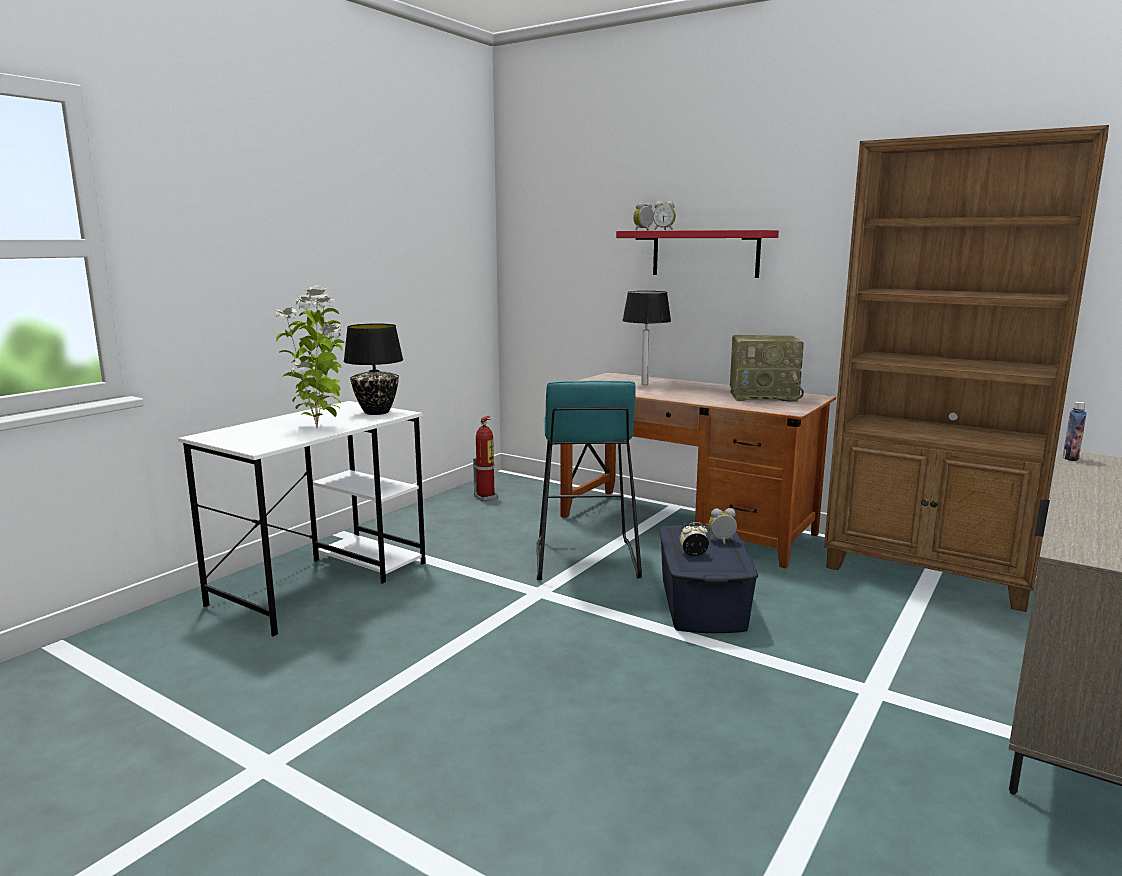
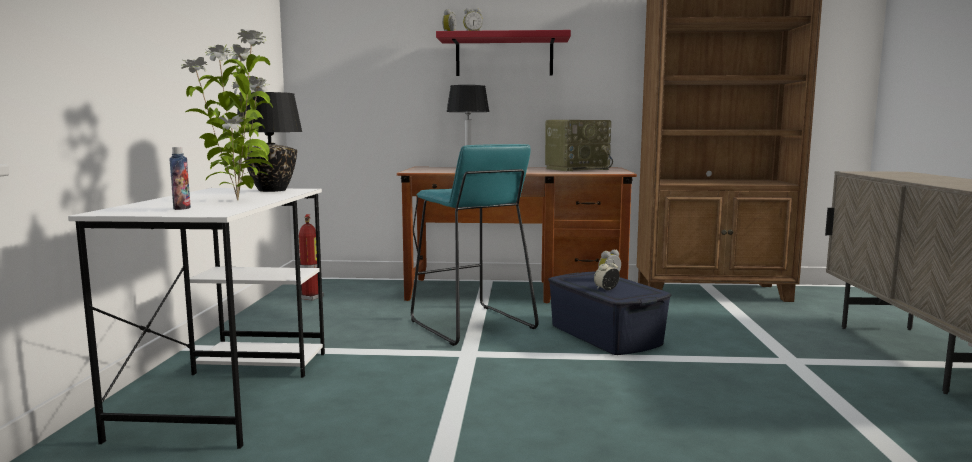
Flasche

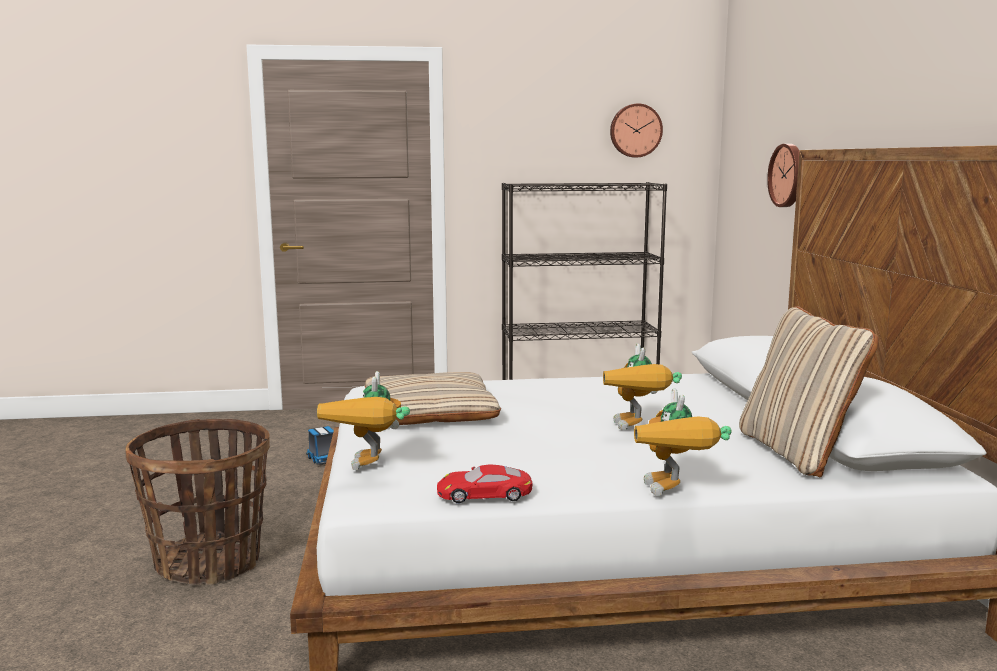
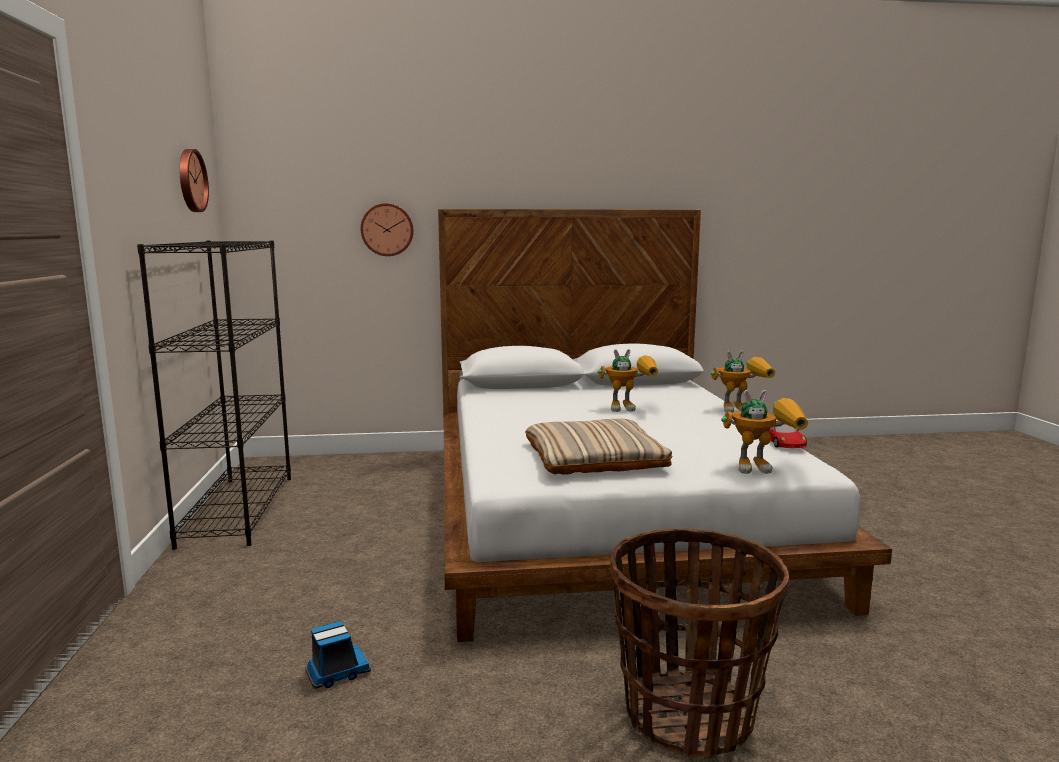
Kissen/beige (no. 2 from left in the first image)

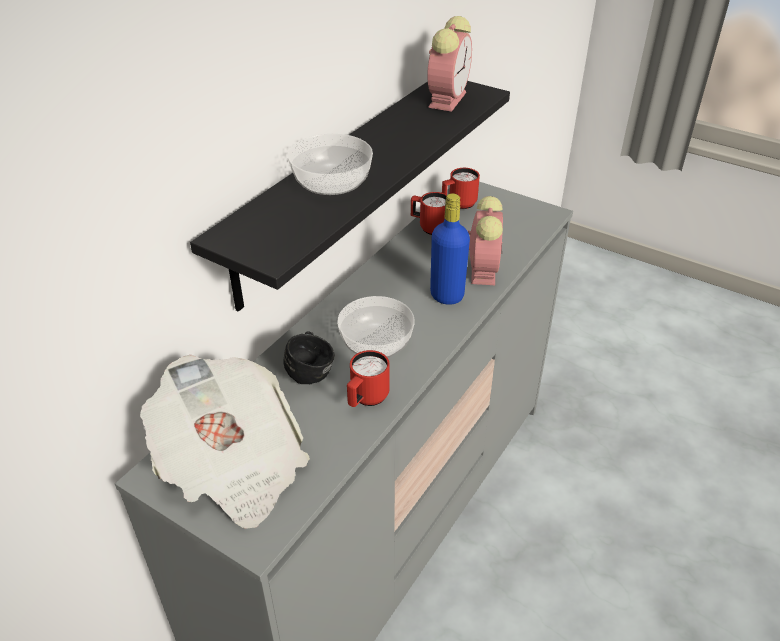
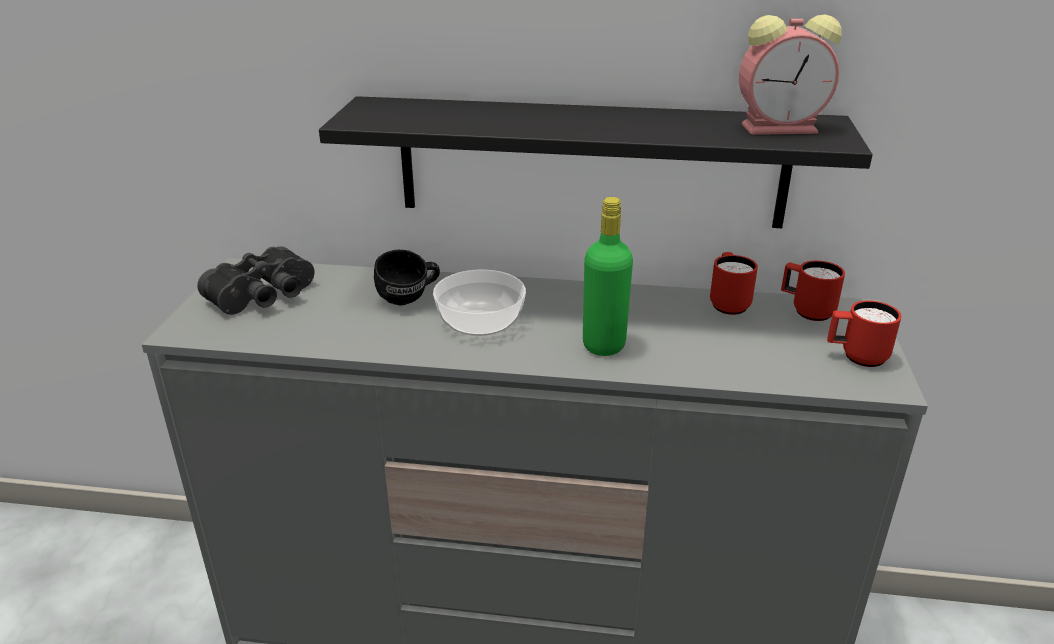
Schüssel (no. 1 from left in the first image)
Flasche/grün
Wecker (no. 2 from left in the first image)
Henkelbecher/rot (no. 3 from left)
Fernglas/schwarz

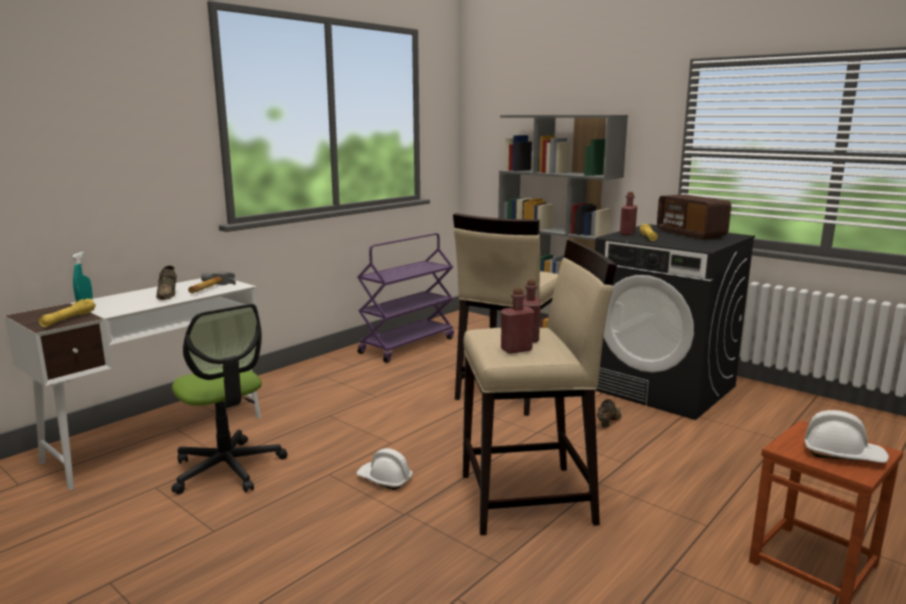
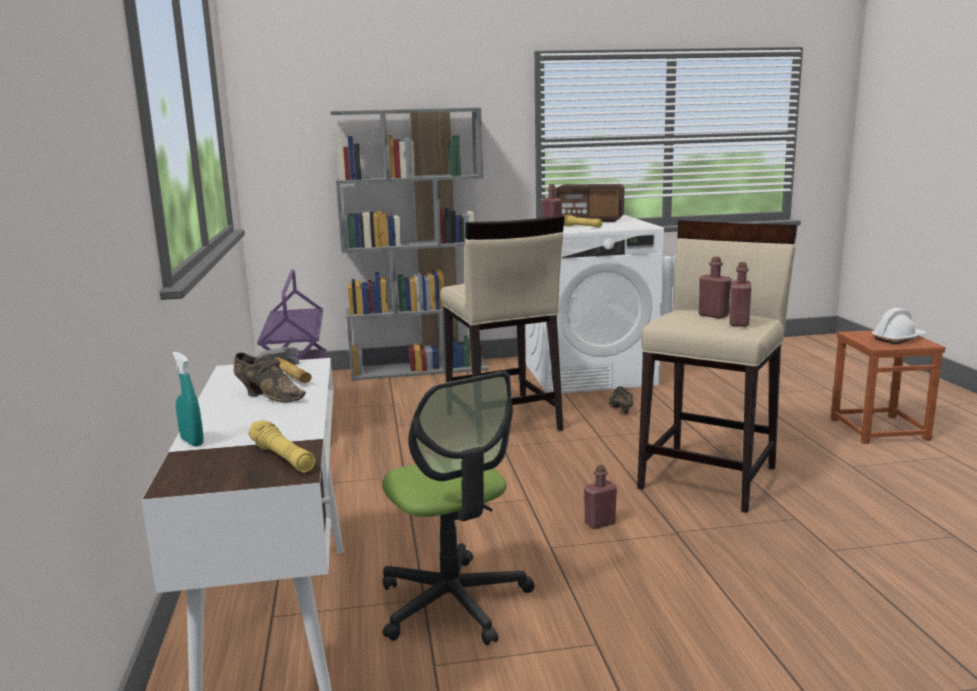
Waschmaschine/weiß
Bürostuhl
Flasche/rot (no. 2 from left)

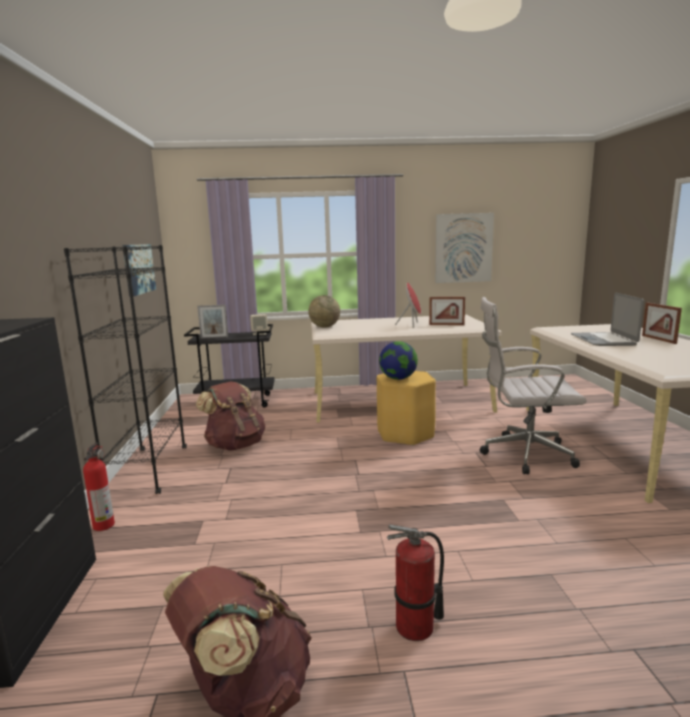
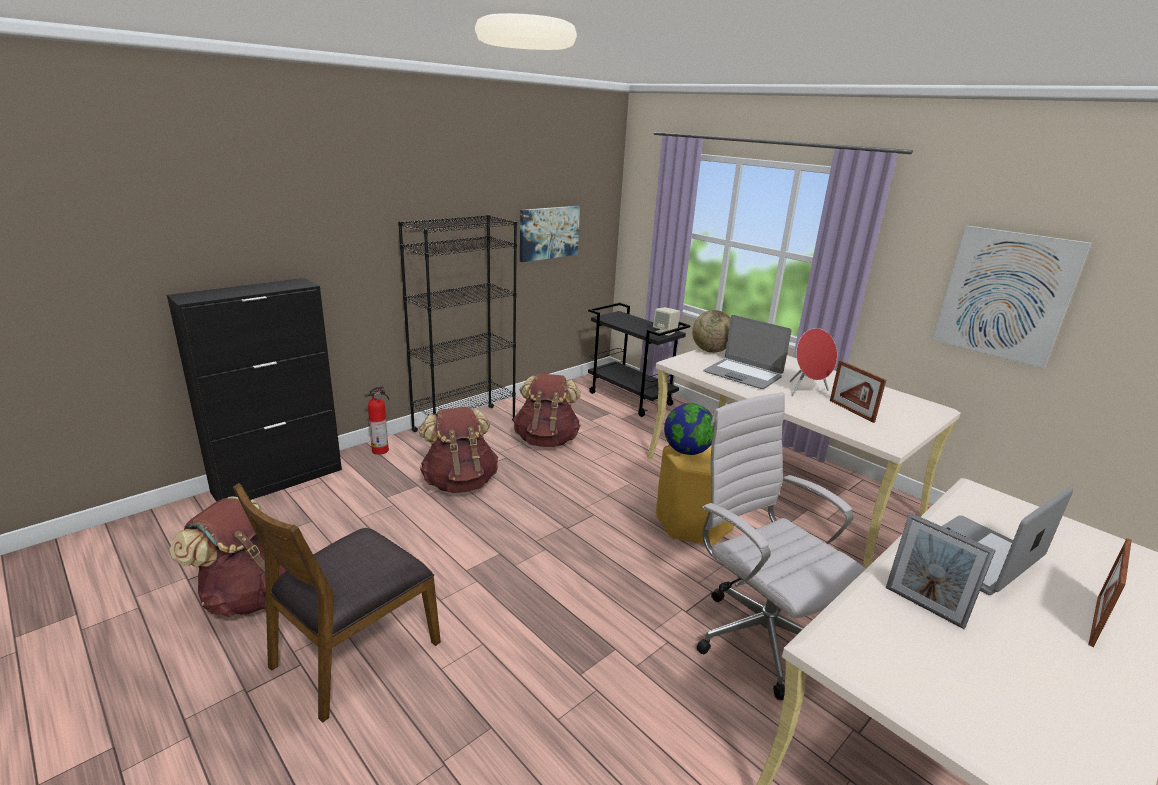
Bilderrahmen (no. 2 from left)
Stuhl/braun
Laptop (no. 1 from left)
Rucksack/braun (no. 2 from left)

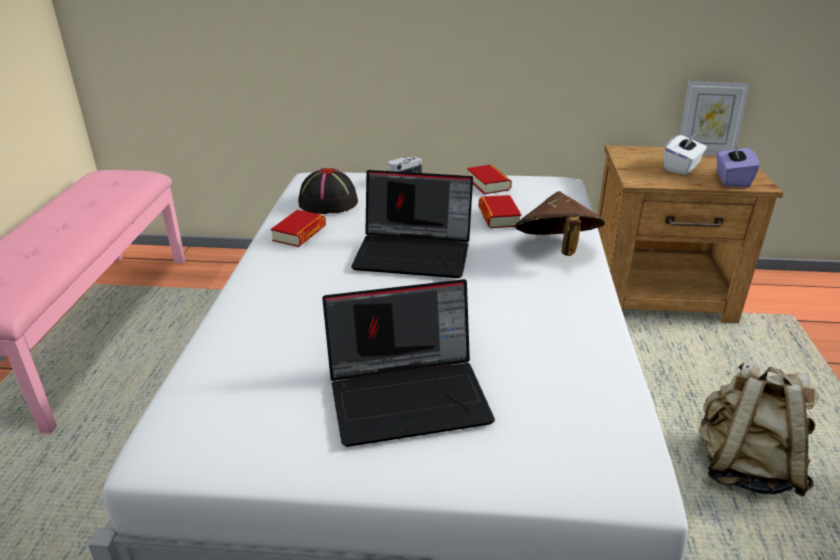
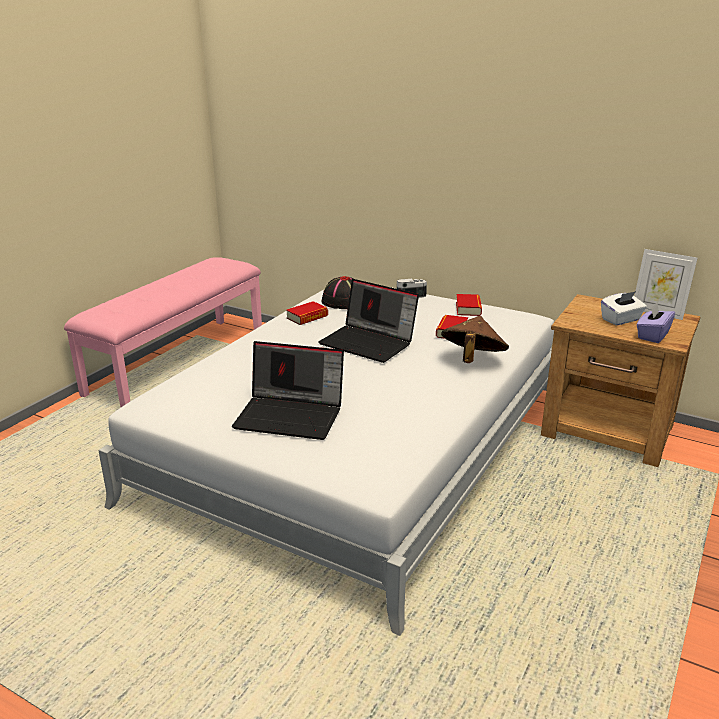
Rucksack/beige

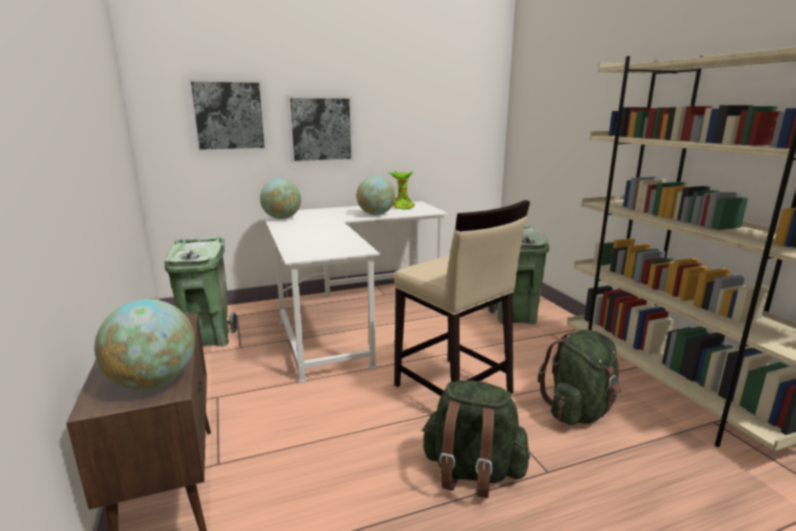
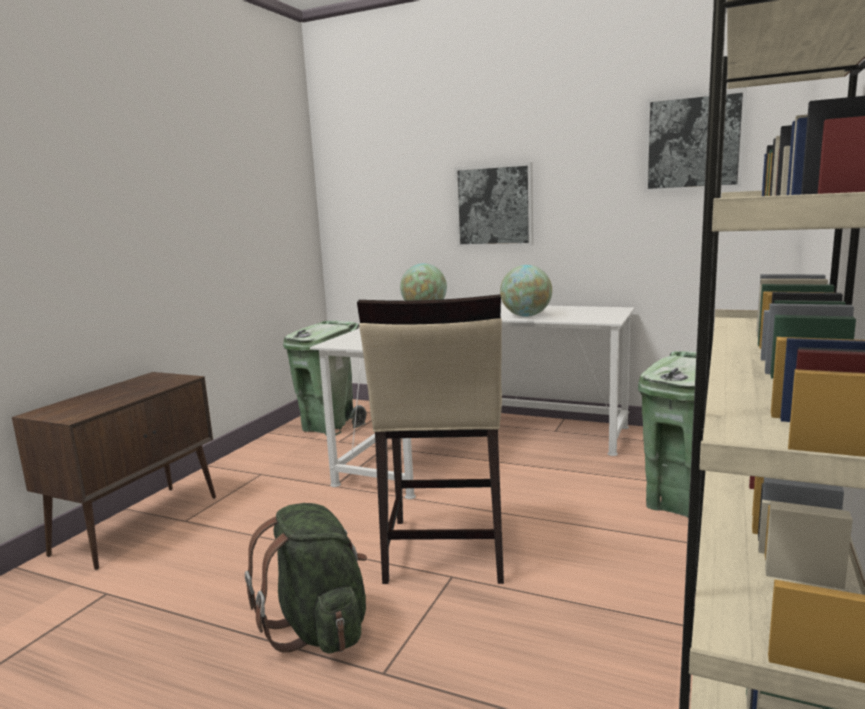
Bild (no. 2 from left)
Topfpflanze
Globus (no. 1 from left in the first image)
Rucksack/grün (no. 2 from left in the first image)

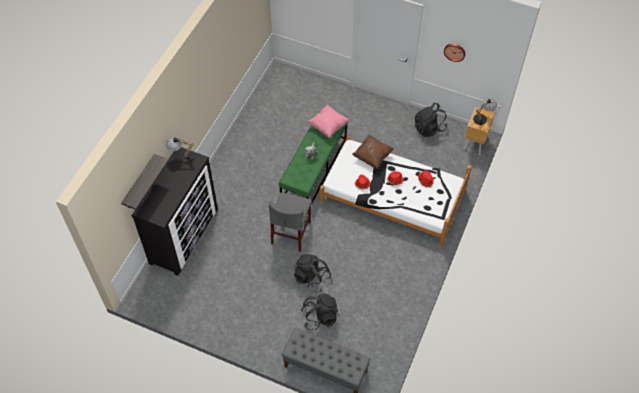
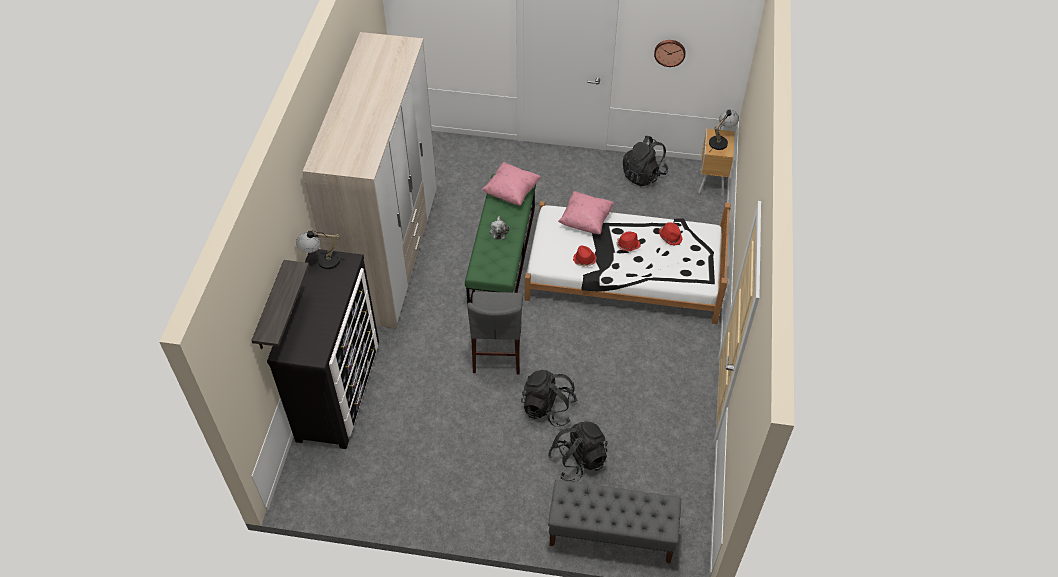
Kissen/rosa (no. 2 from left)
Kleiderschrank

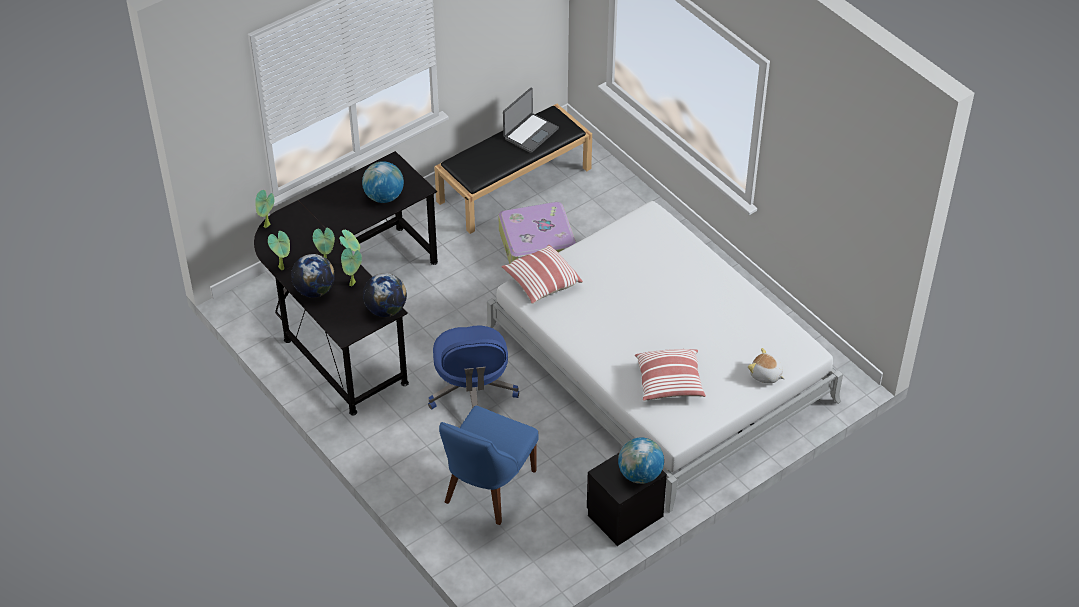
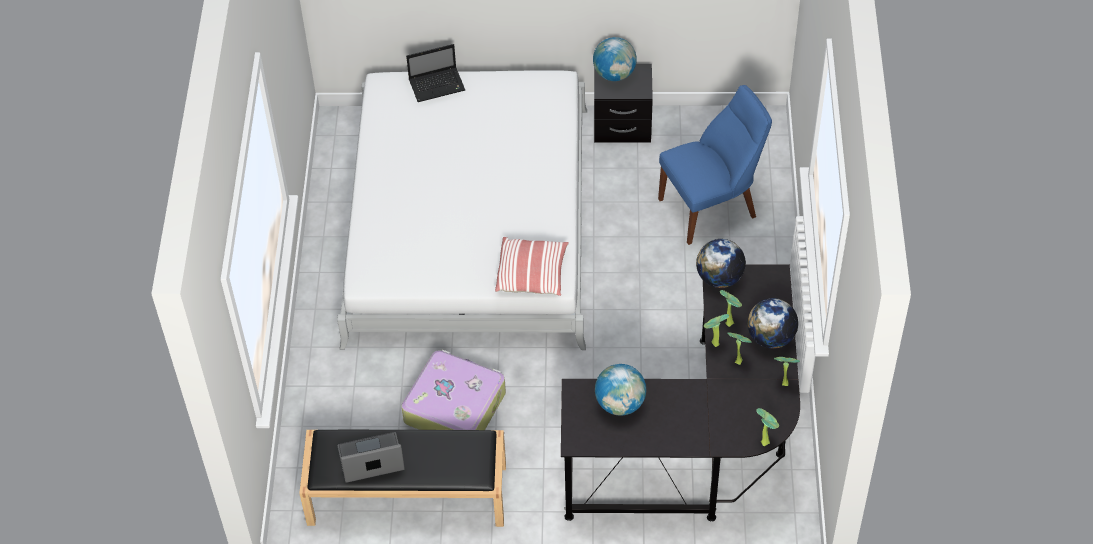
Bürostuhl/blau
Laptop (no. 2 from left)
Kissen (no. 2 from left in the first image)

